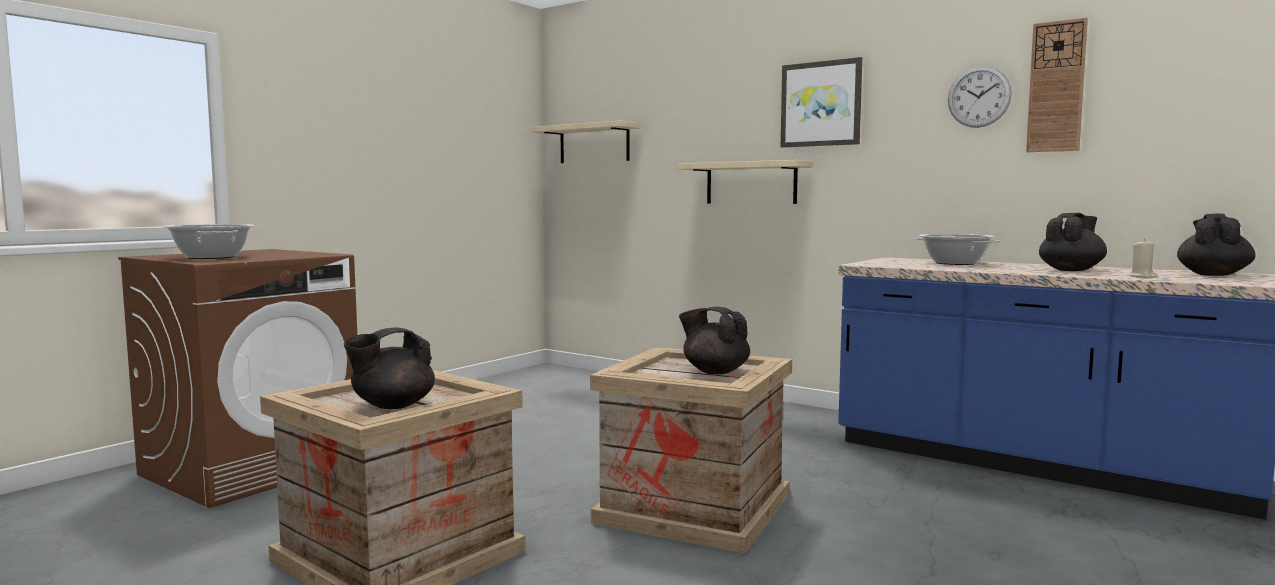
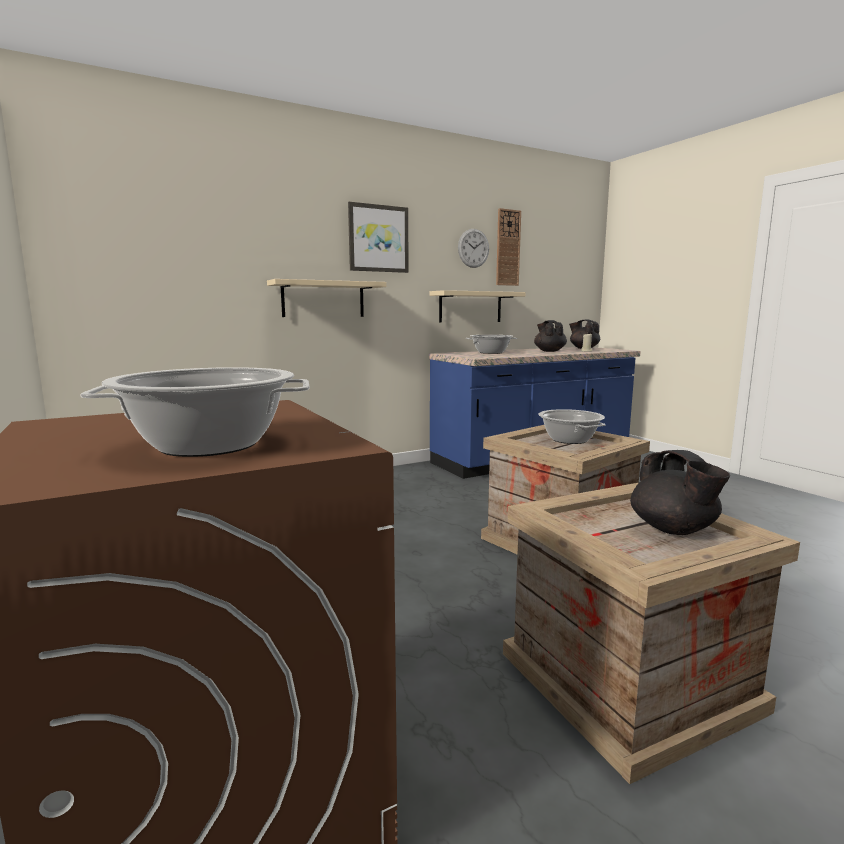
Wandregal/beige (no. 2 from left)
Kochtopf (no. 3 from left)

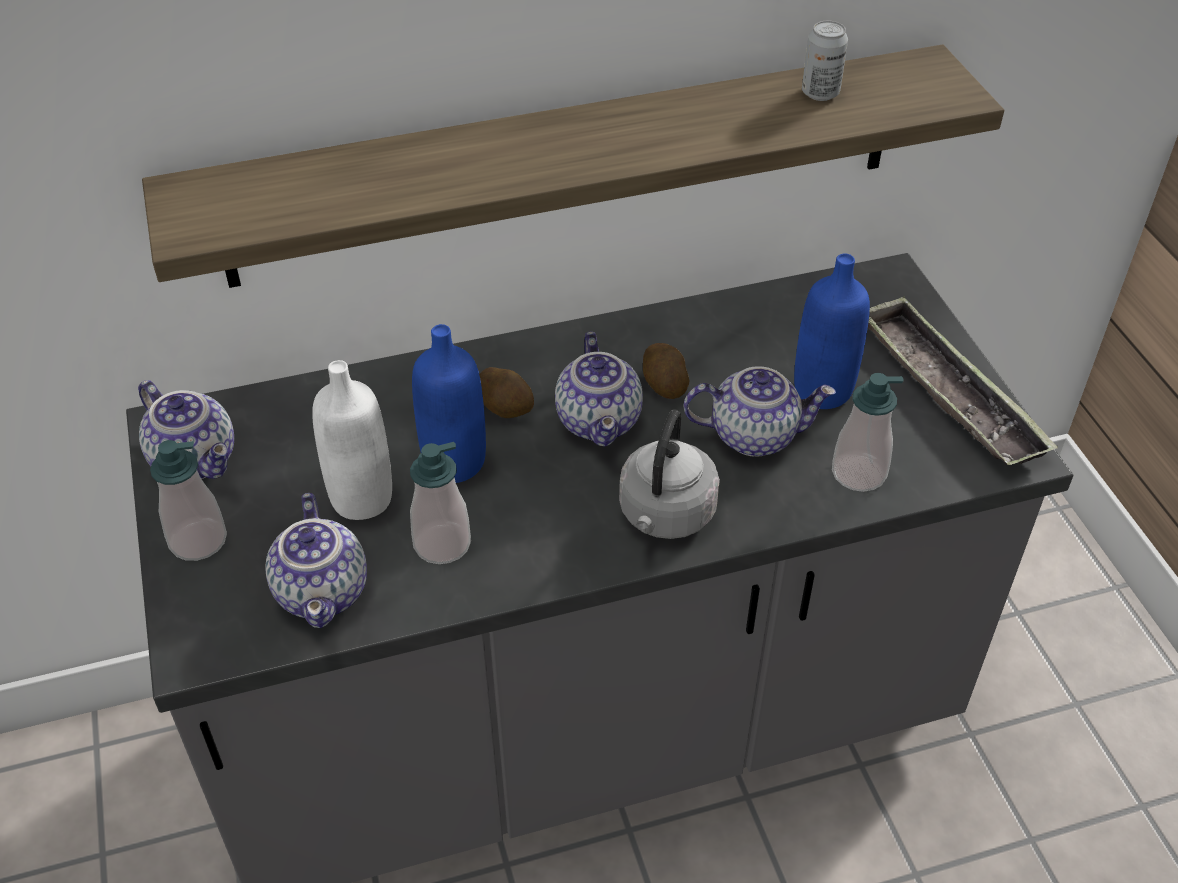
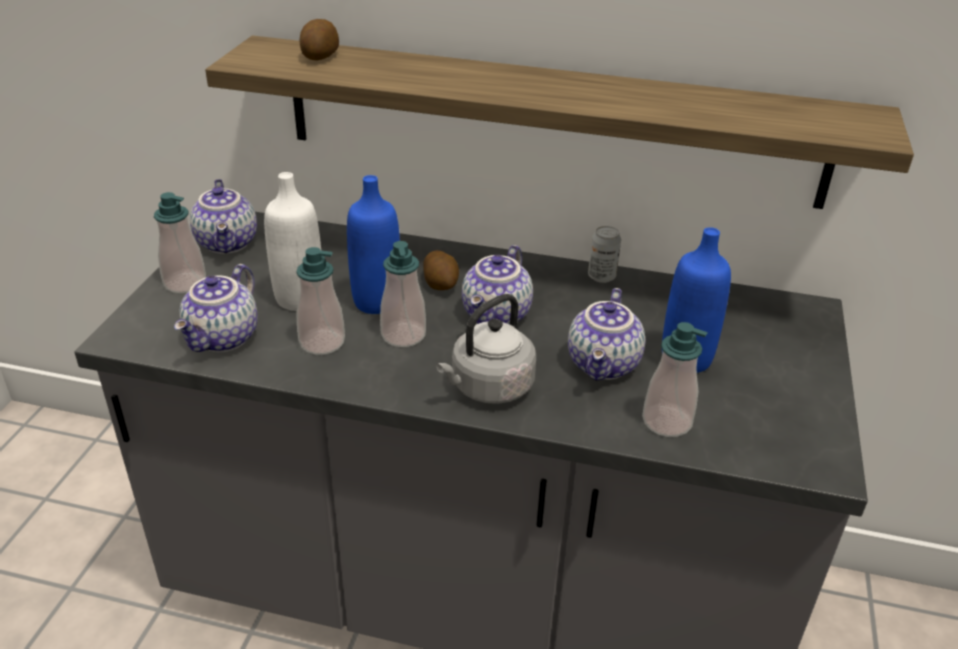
Dose
Tablett
Kartoffel (no. 1 from left)
Teekanne (no. 4 from left)
Seifenspender (no. 3 from left)

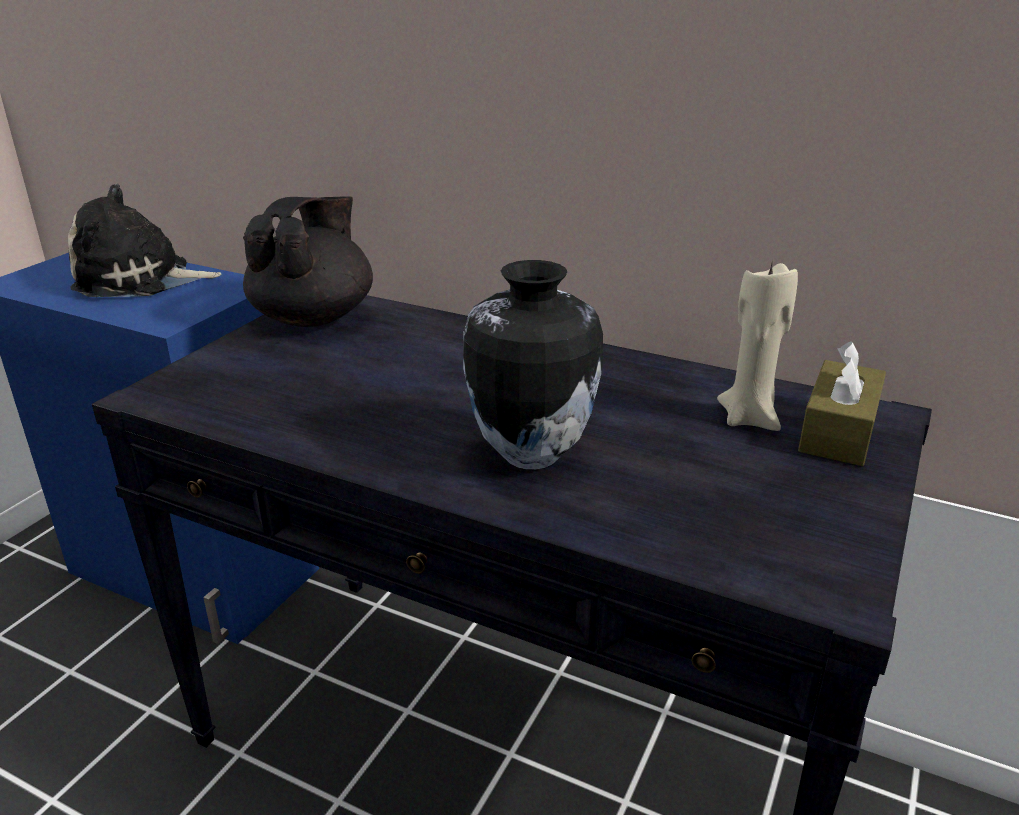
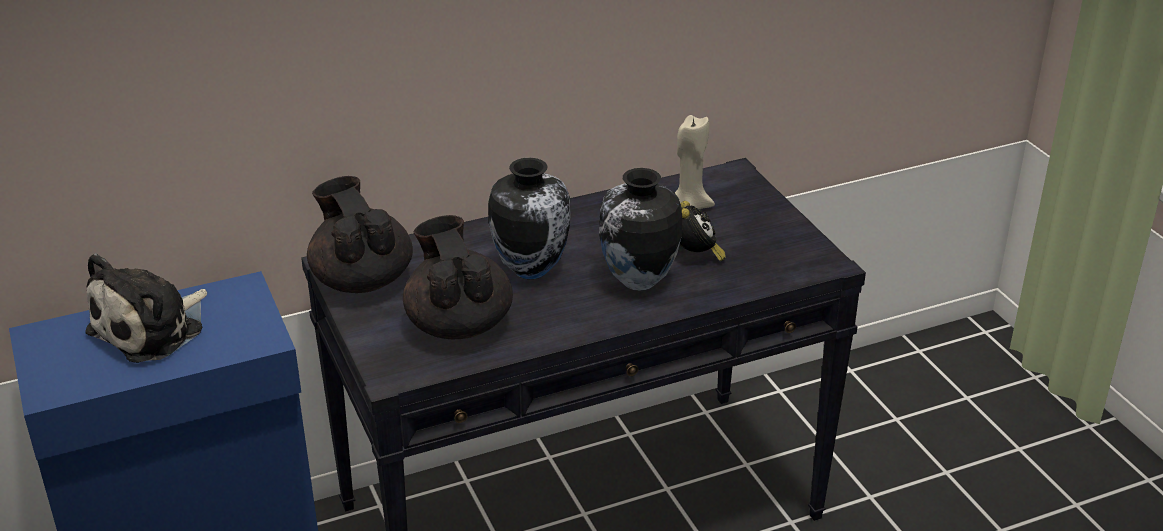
Taschentuchbox/braun
Vase (no. 1 from left)
Wecker
Teekanne/schwarz (no. 2 from left)

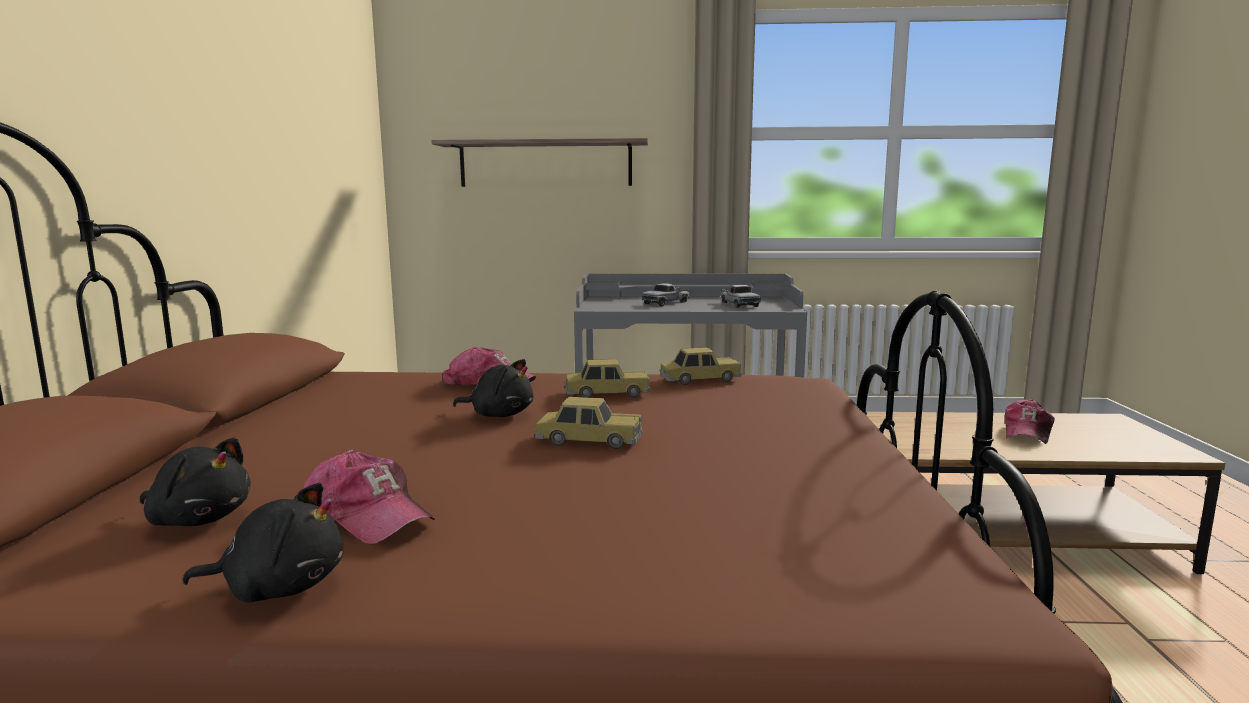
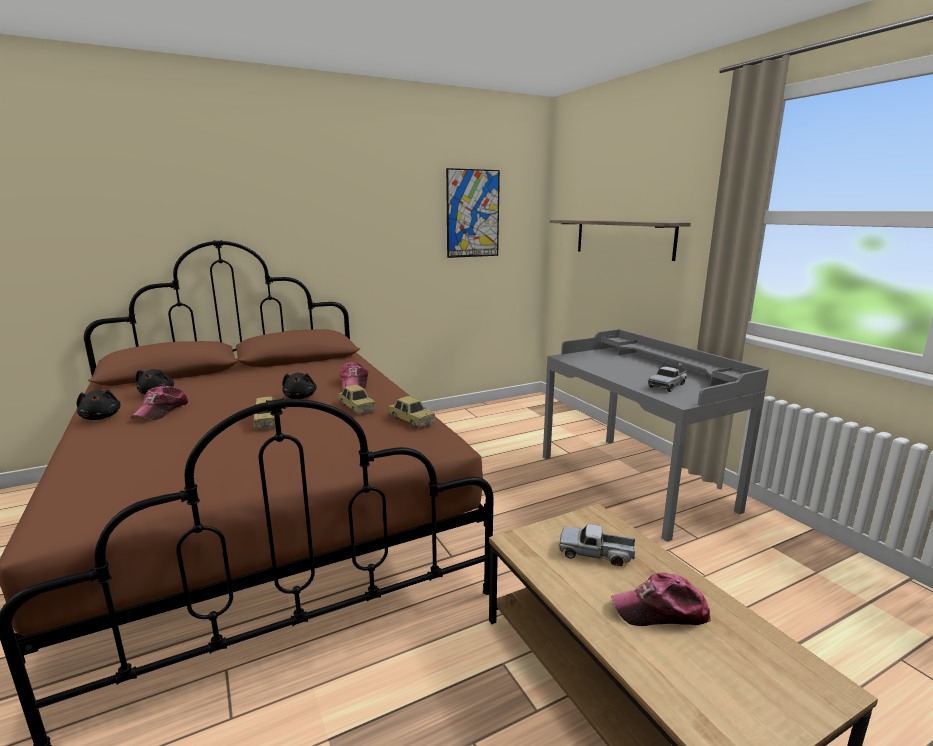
Spielzeuglaster (no. 1 from left)
Bild

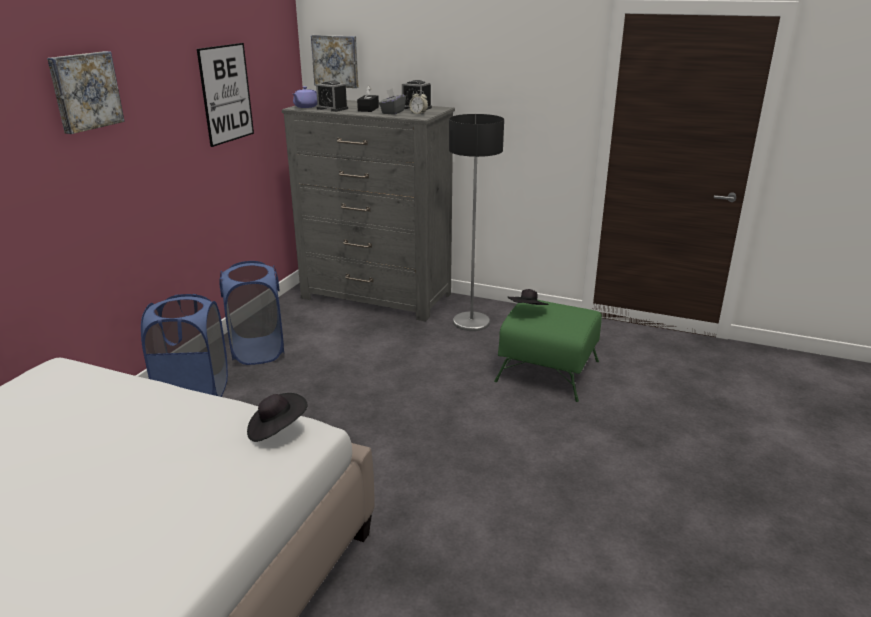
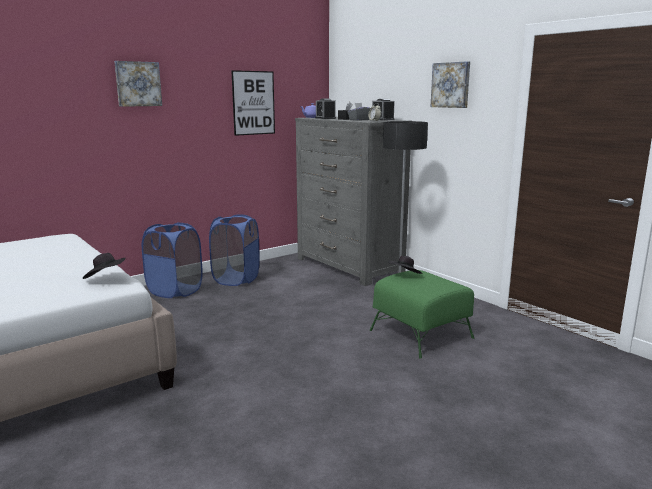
Bild (no. 3 from left)

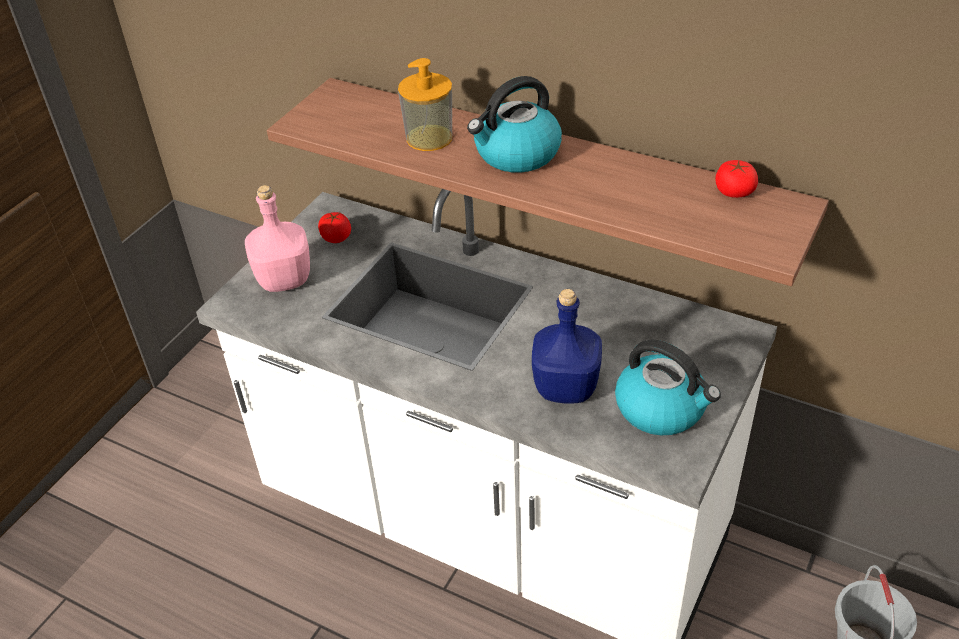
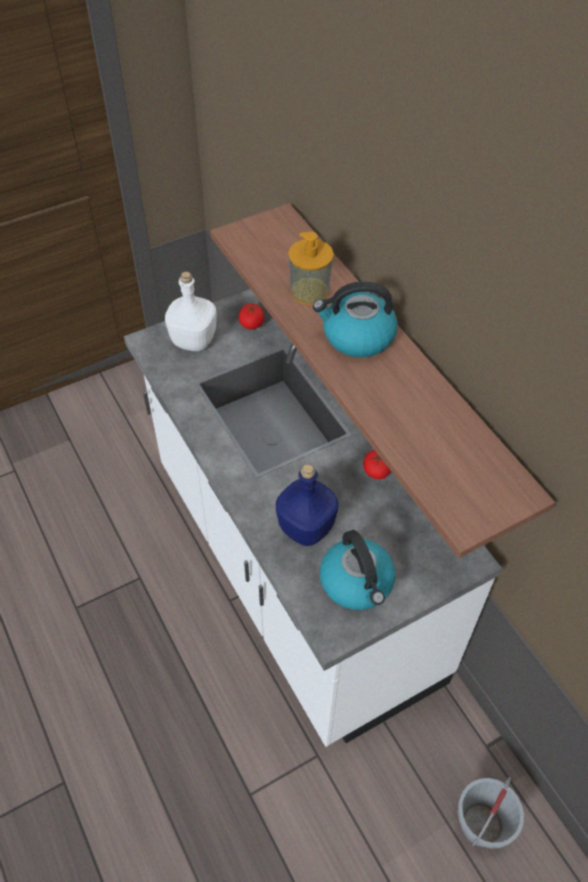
Tomate (no. 2 from left)
Flasche/weiß

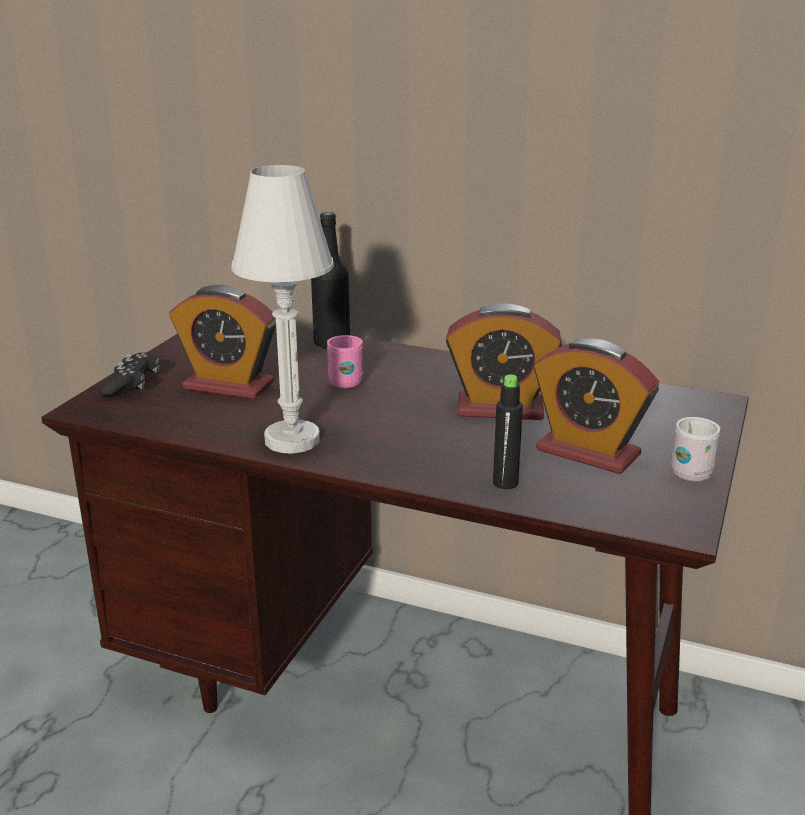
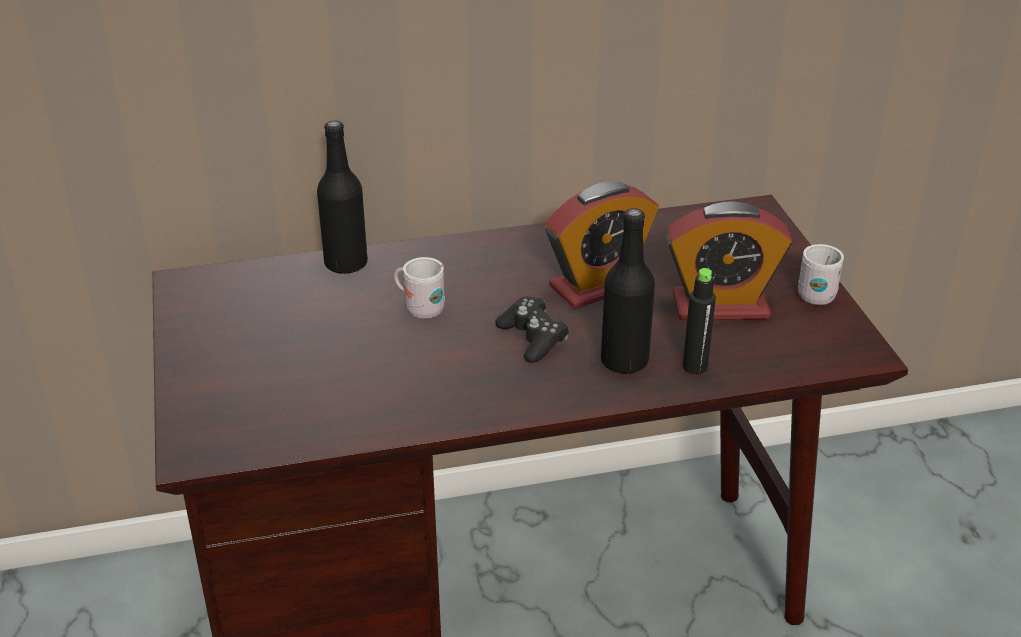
Tischlampe/weiß
Wecker (no. 1 from left in the first image)
Henkelbecher/weiß (no. 1 from left)
Gamepad/schwarz
Flasche/schwarz (no. 2 from left)

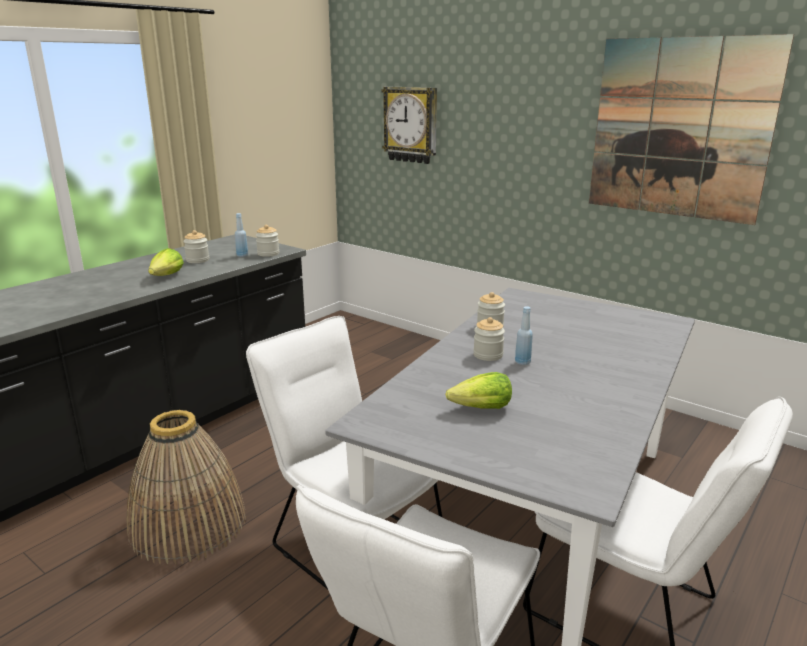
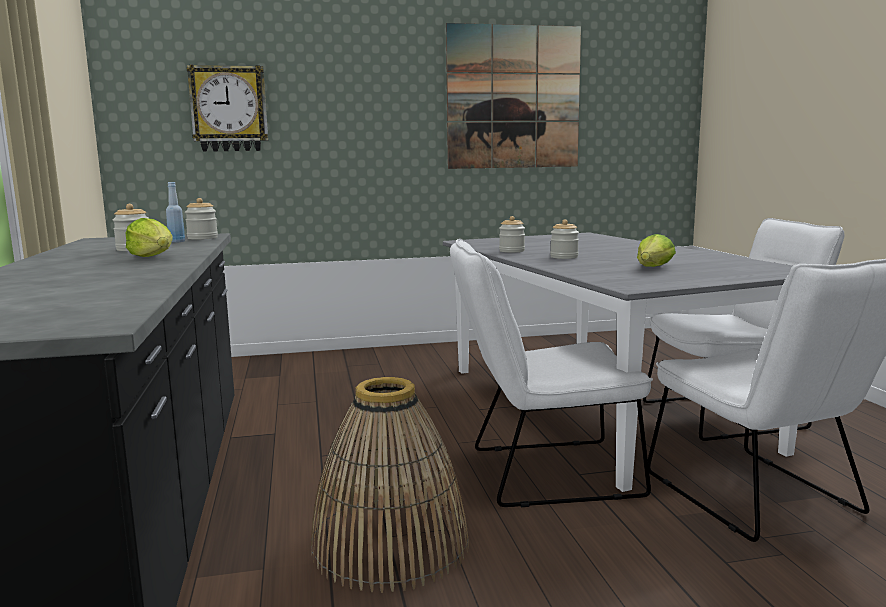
Flasche/blau (no. 2 from left in the first image)

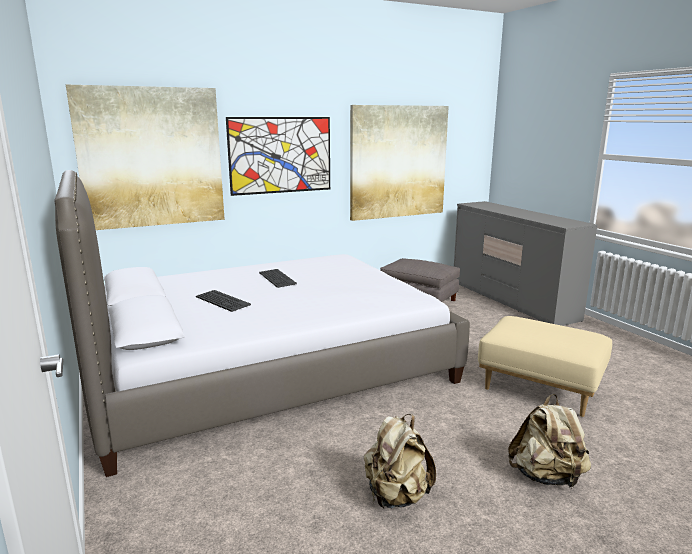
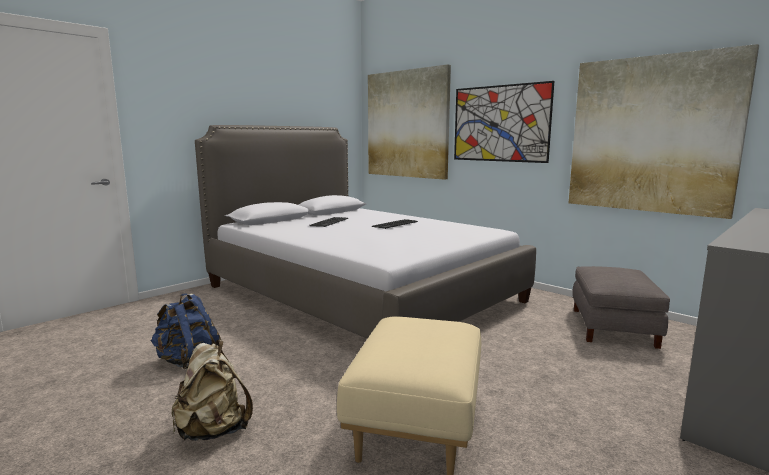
Rucksack/blau

